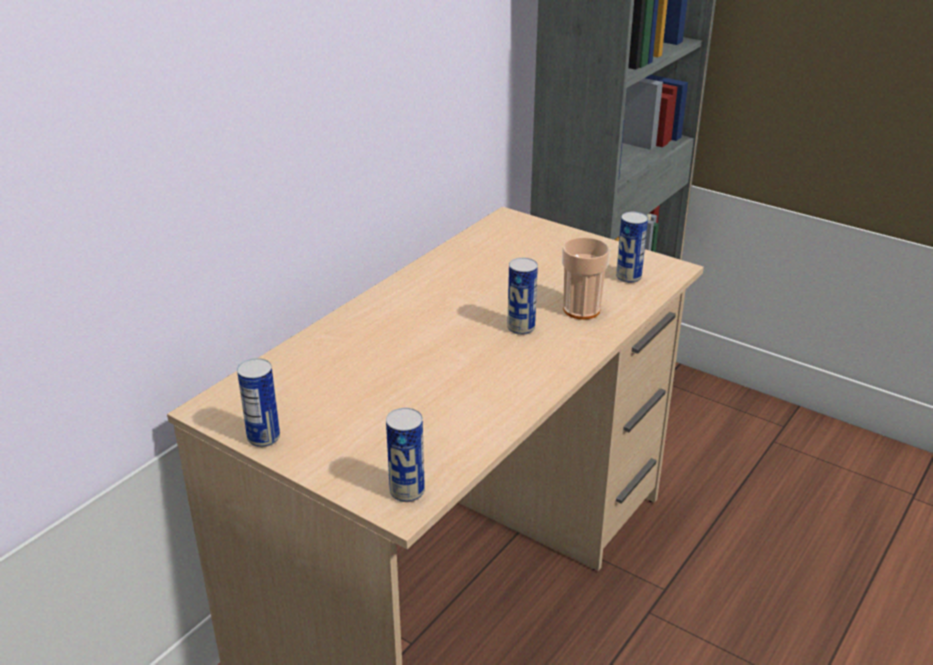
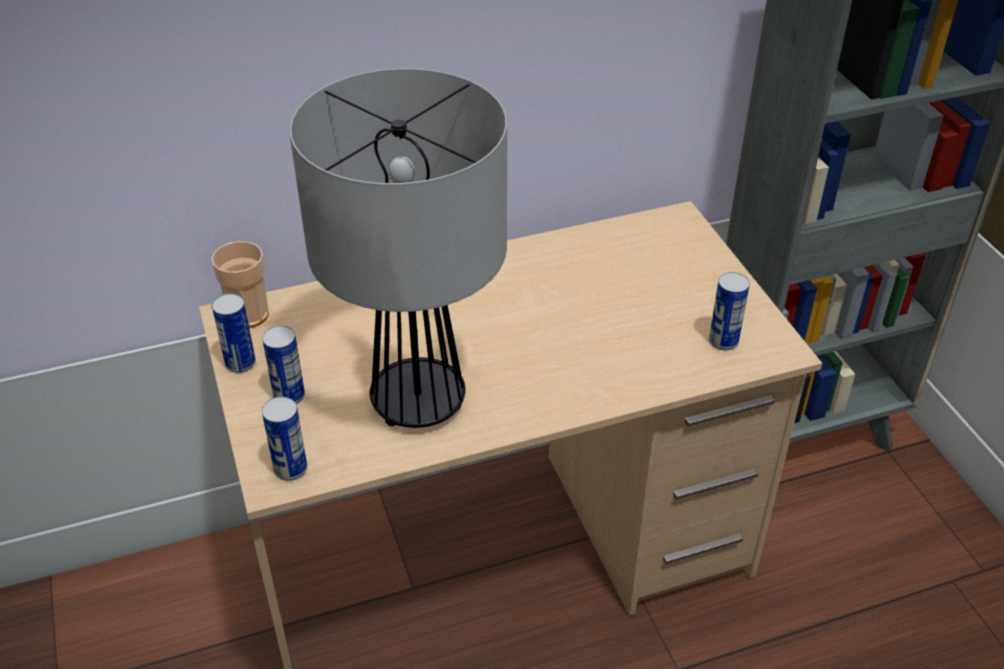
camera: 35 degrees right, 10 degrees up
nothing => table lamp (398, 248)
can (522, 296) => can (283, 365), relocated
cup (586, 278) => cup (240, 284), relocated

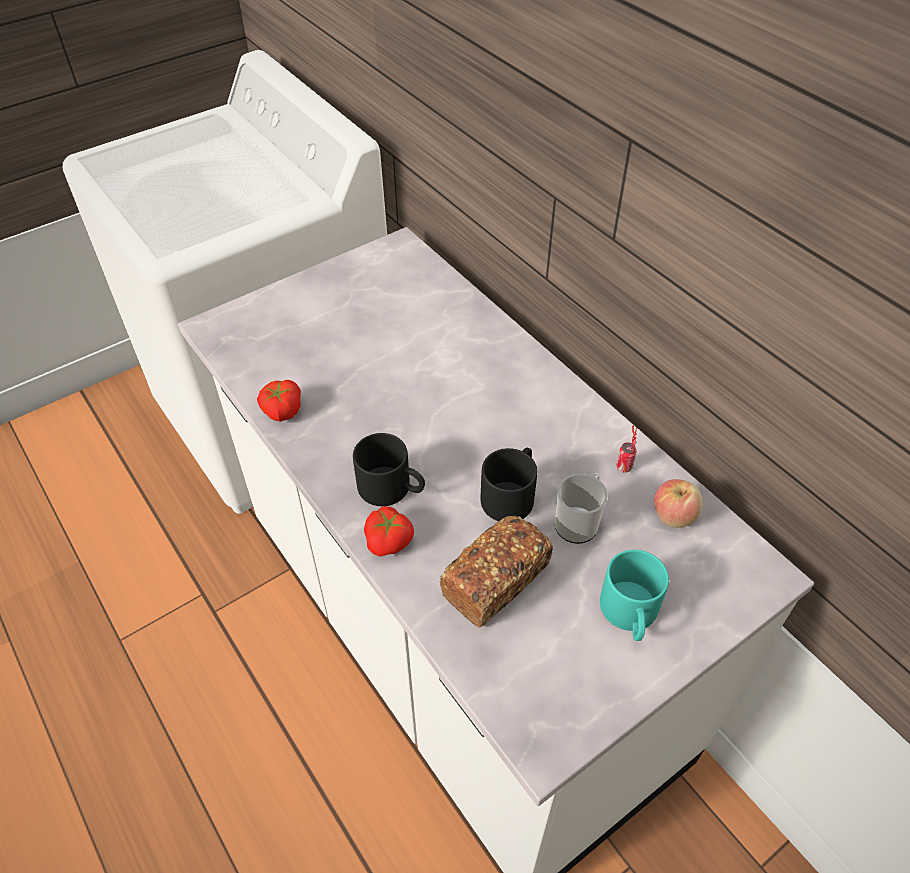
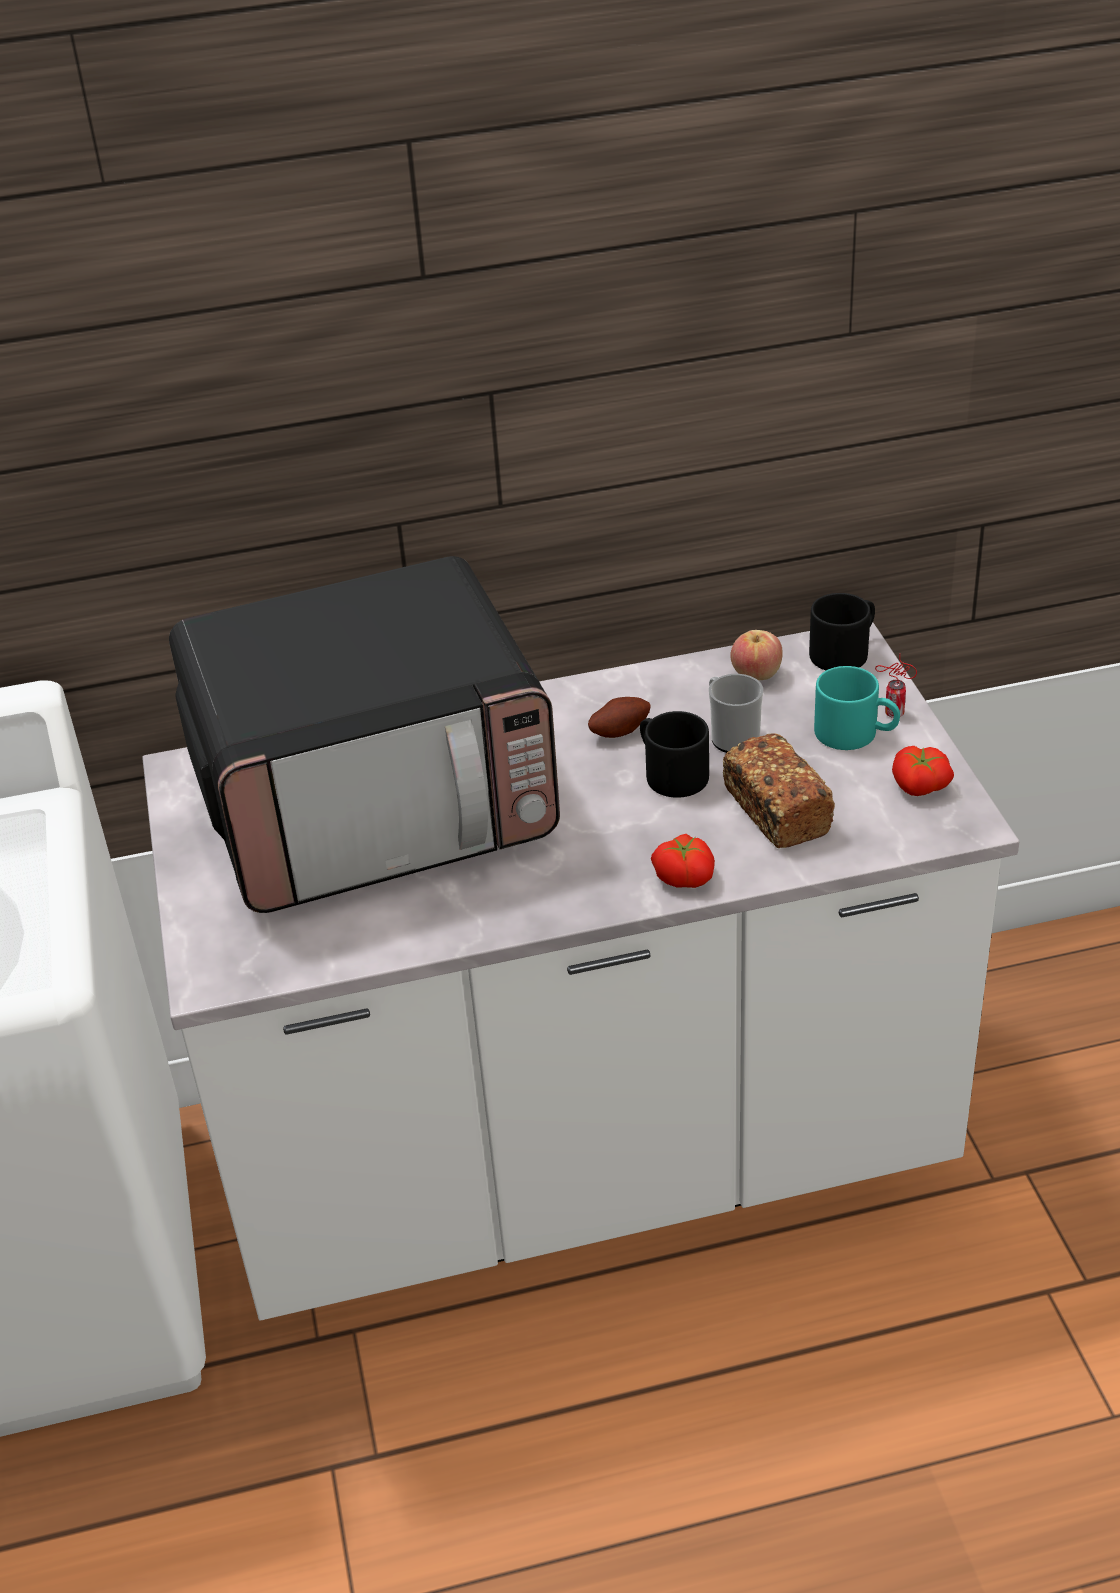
camera: 65 degrees left, 10 degrees down
nothing => microwave (364, 734)
nothing => potato (619, 717)
tomato (279, 401) => tomato (923, 771), relocated
mug/black (389, 469) => mug/black (842, 631), relocated
can (626, 449) => can (896, 685), relocated

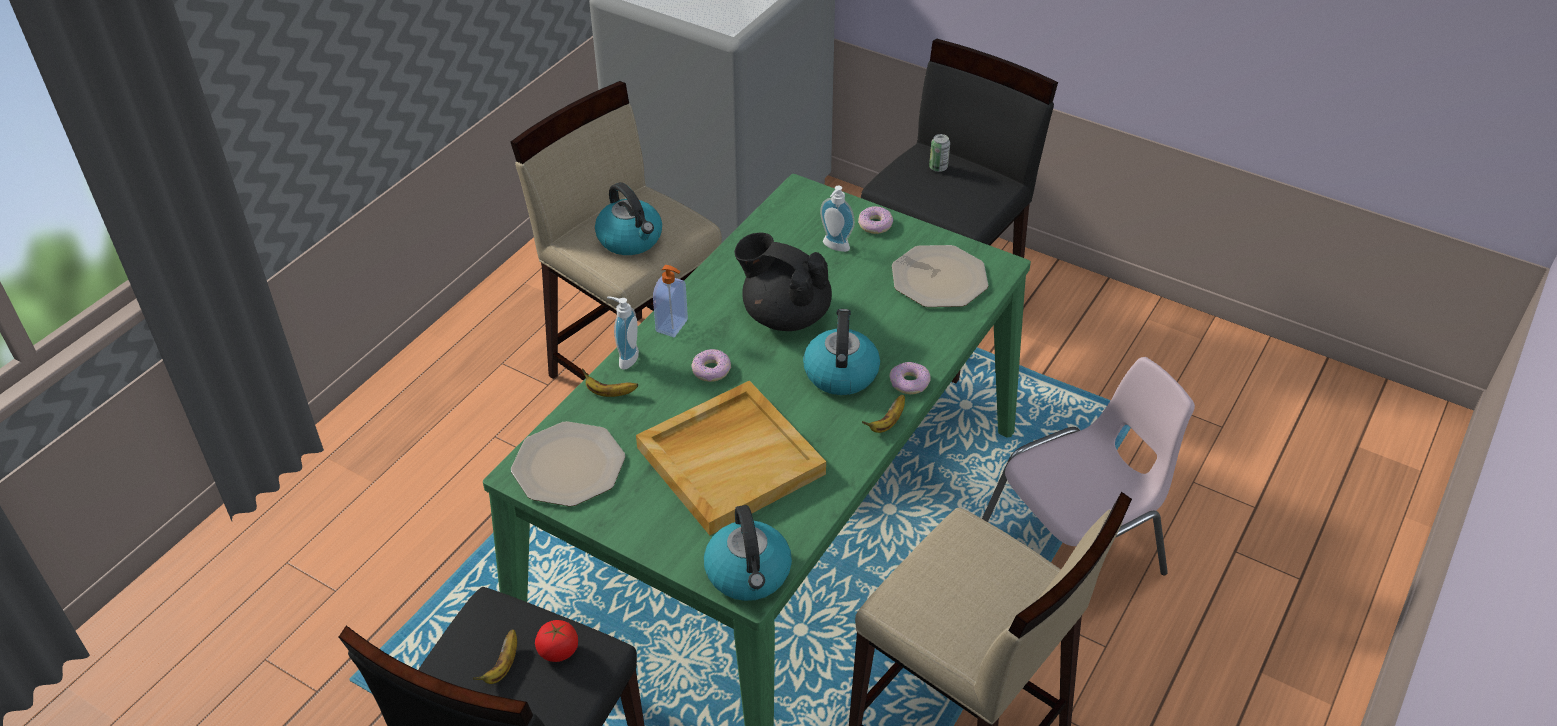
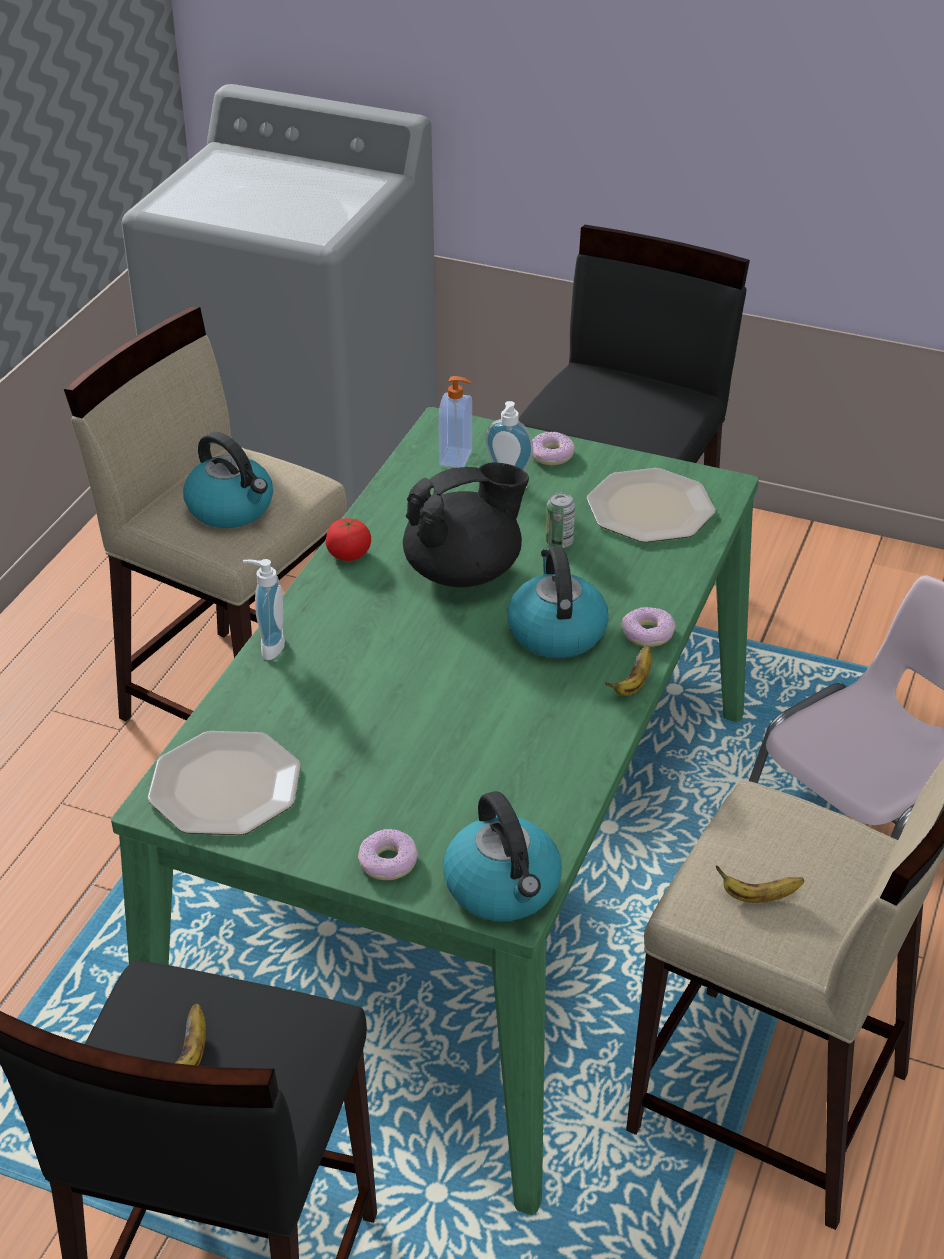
camera: 10 degrees left, 5 degrees down
tray/beige (731, 458) => nothing
tomato (556, 641) => tomato (348, 539), relocated
banana (610, 383) => banana (760, 884), relocated
soap dispenser (670, 301) => soap dispenser (455, 422), relocated
donut (711, 365) => donut (388, 854), relocated
can (939, 153) => can (560, 520), relocated
teapot/black (783, 282) => teapot/black (466, 524), 135 degrees clockwise

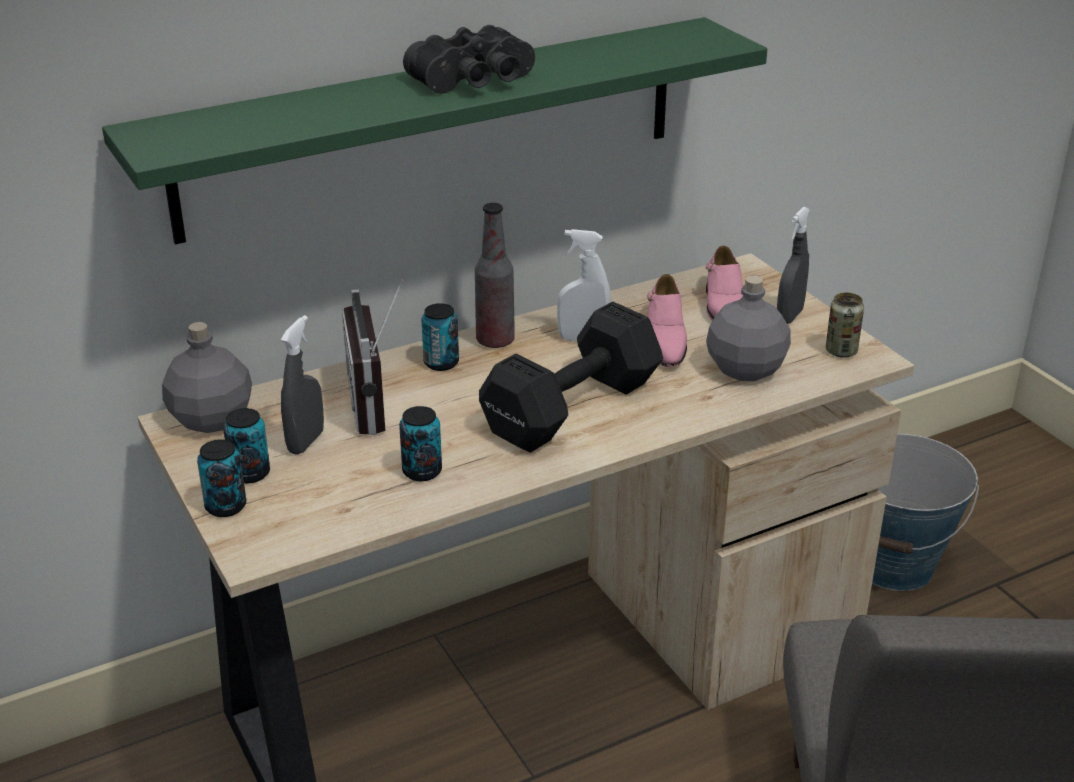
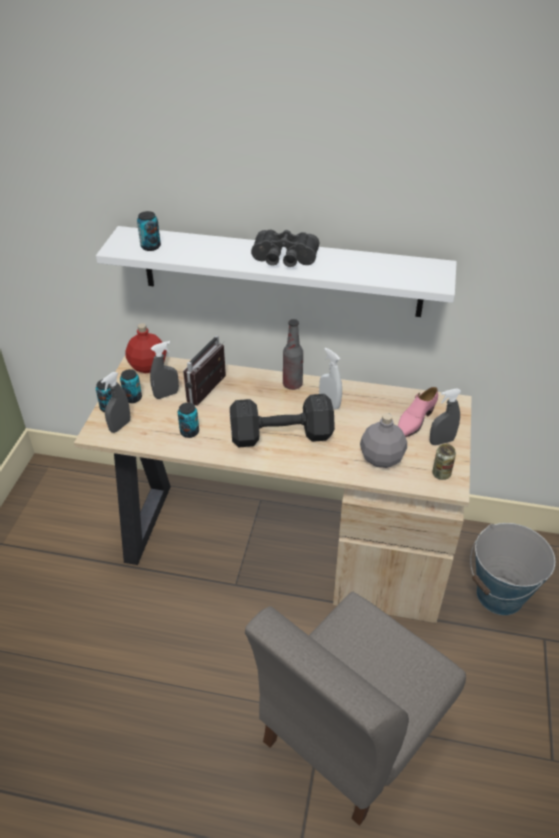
camera: 40 degrees right, 10 degrees up
shoe/pink (667, 320) => nothing
nothing => spray bottle/grey (115, 402)
can (440, 337) => can (149, 231), relocated
shelf/green (434, 130) => shelf/white (276, 271)
bottle/grey (207, 377) => bottle/red (146, 348)

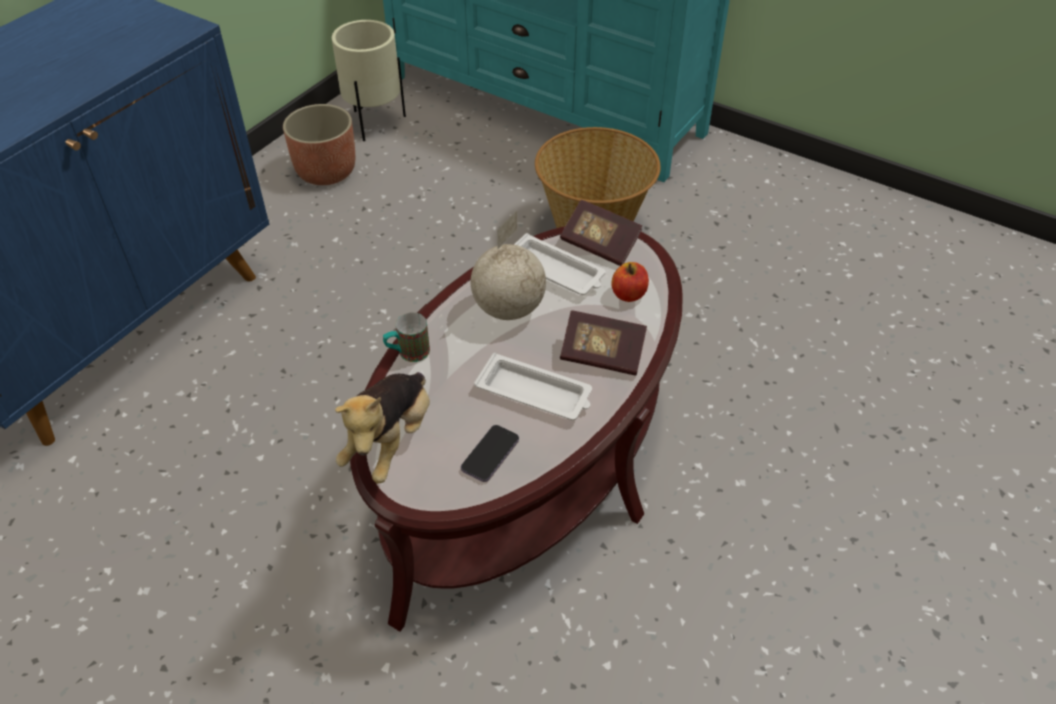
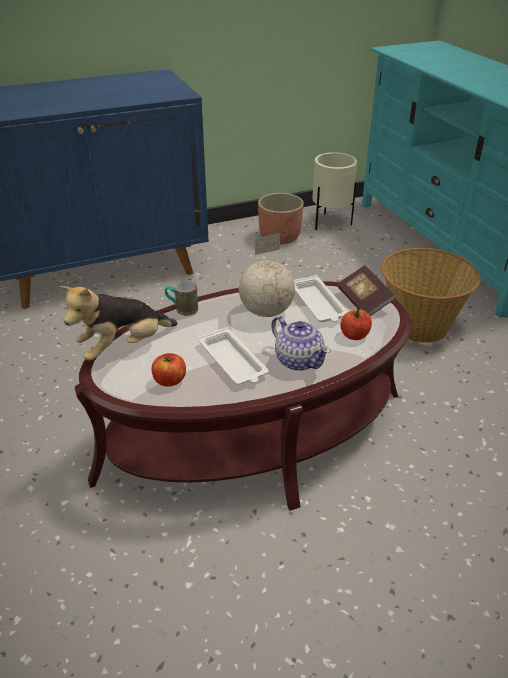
camera: 35 degrees right, 10 degrees down
phone (490, 453) => apple (169, 370)
book (603, 342) => teapot (301, 343)

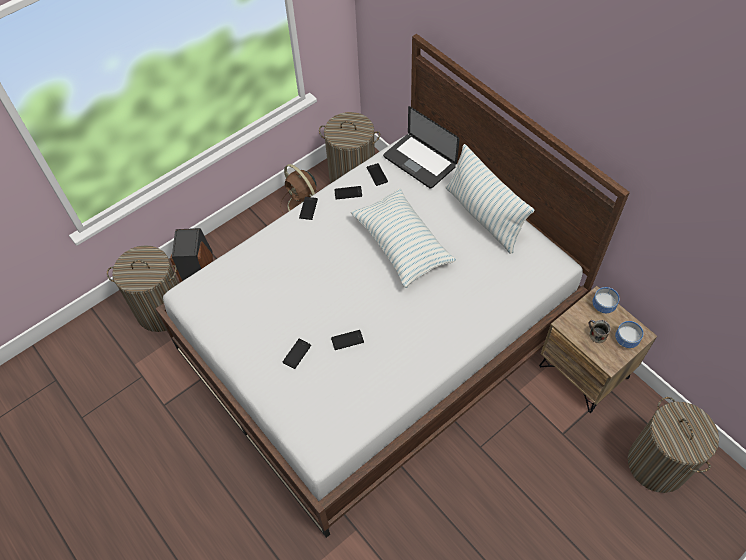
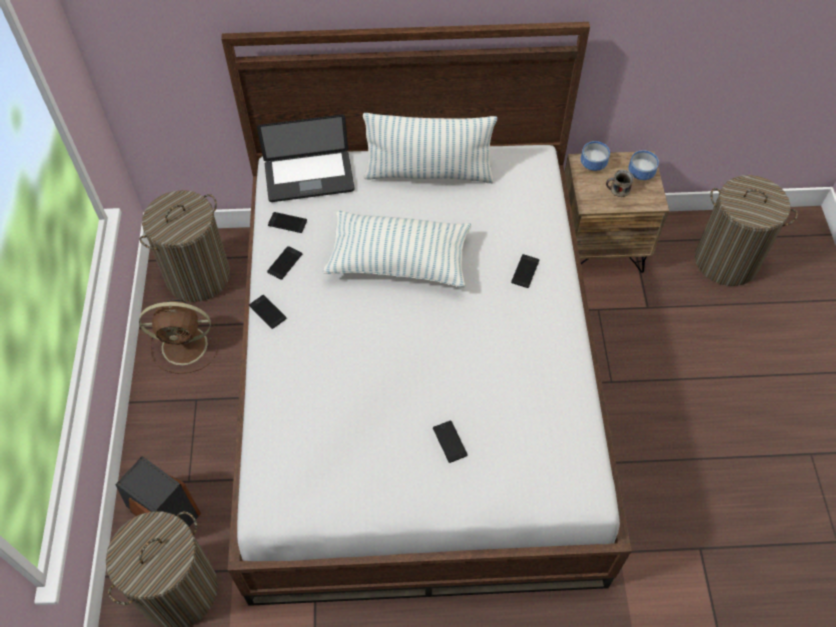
camera: 55 degrees left, 0 degrees up
phone (347, 340) => phone (525, 271), relocated

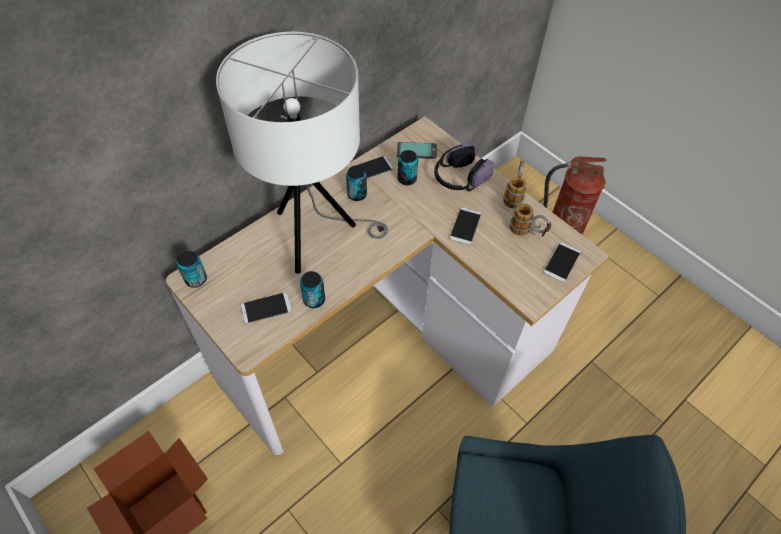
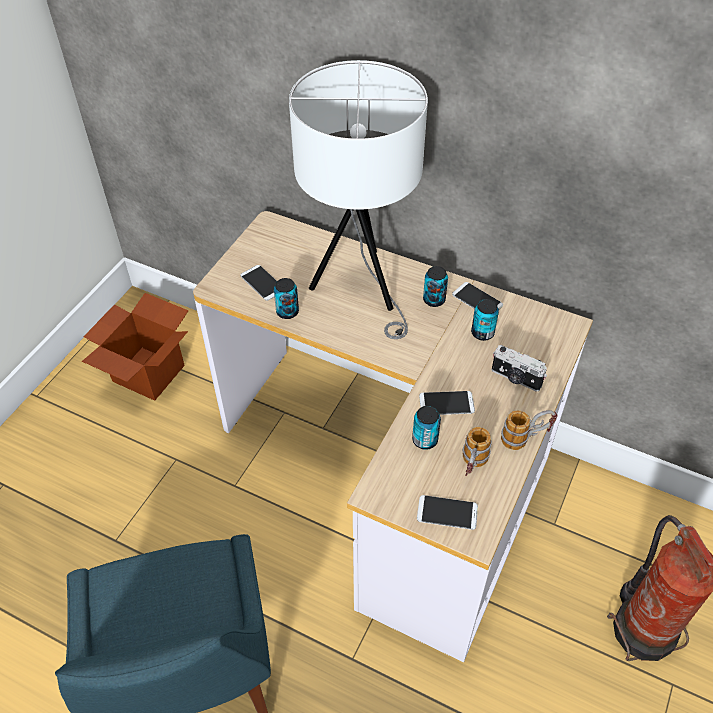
camera: 70 degrees right, 5 degrees down
phone (417, 150) => nothing
can (192, 269) => can (426, 428), relocated
headphones (464, 166) => photo camera (519, 368)

